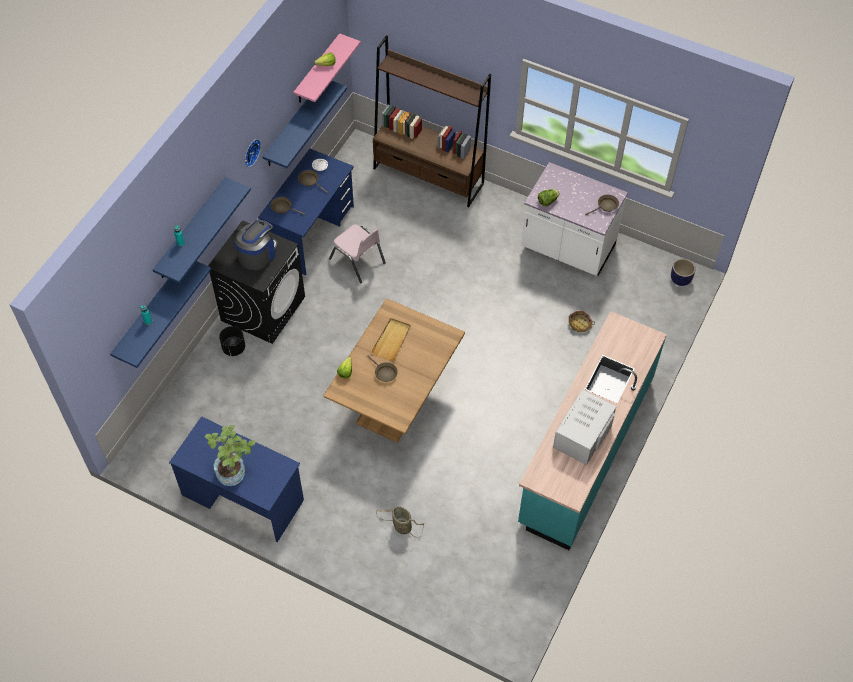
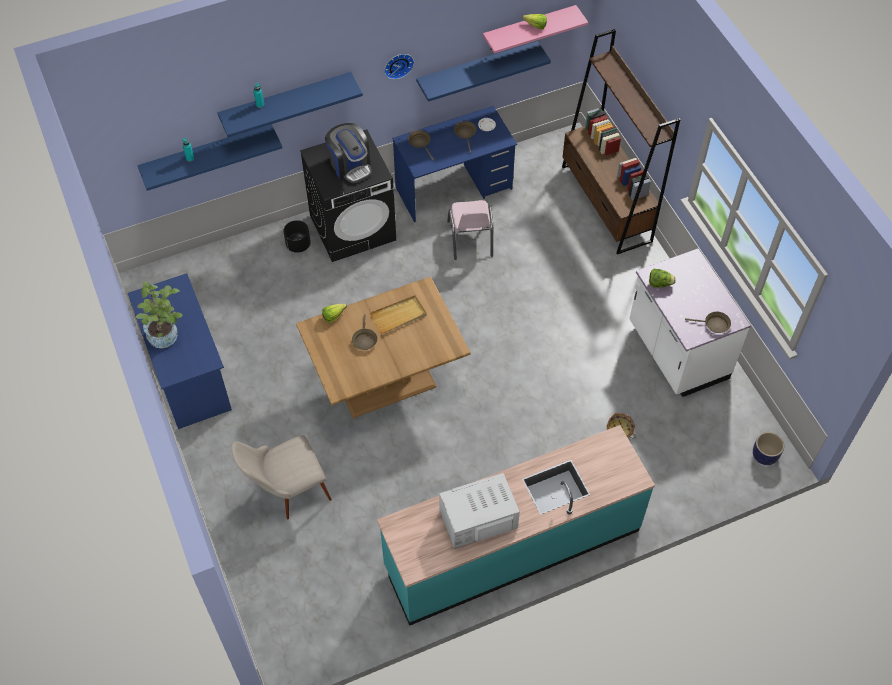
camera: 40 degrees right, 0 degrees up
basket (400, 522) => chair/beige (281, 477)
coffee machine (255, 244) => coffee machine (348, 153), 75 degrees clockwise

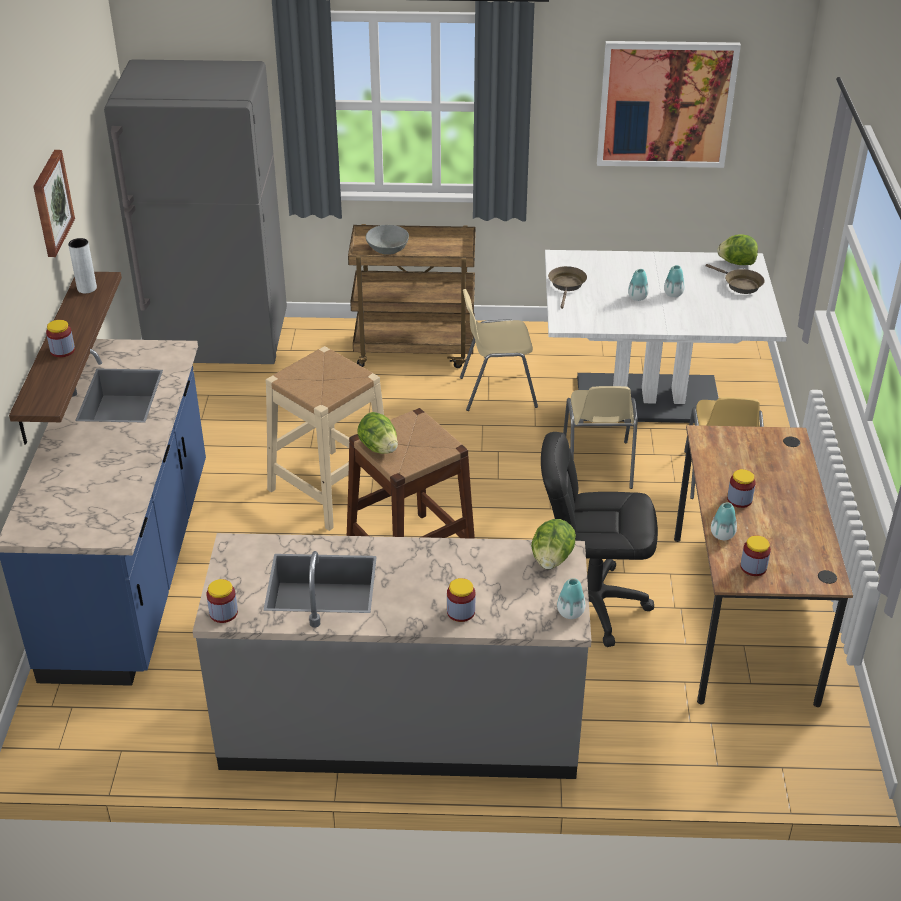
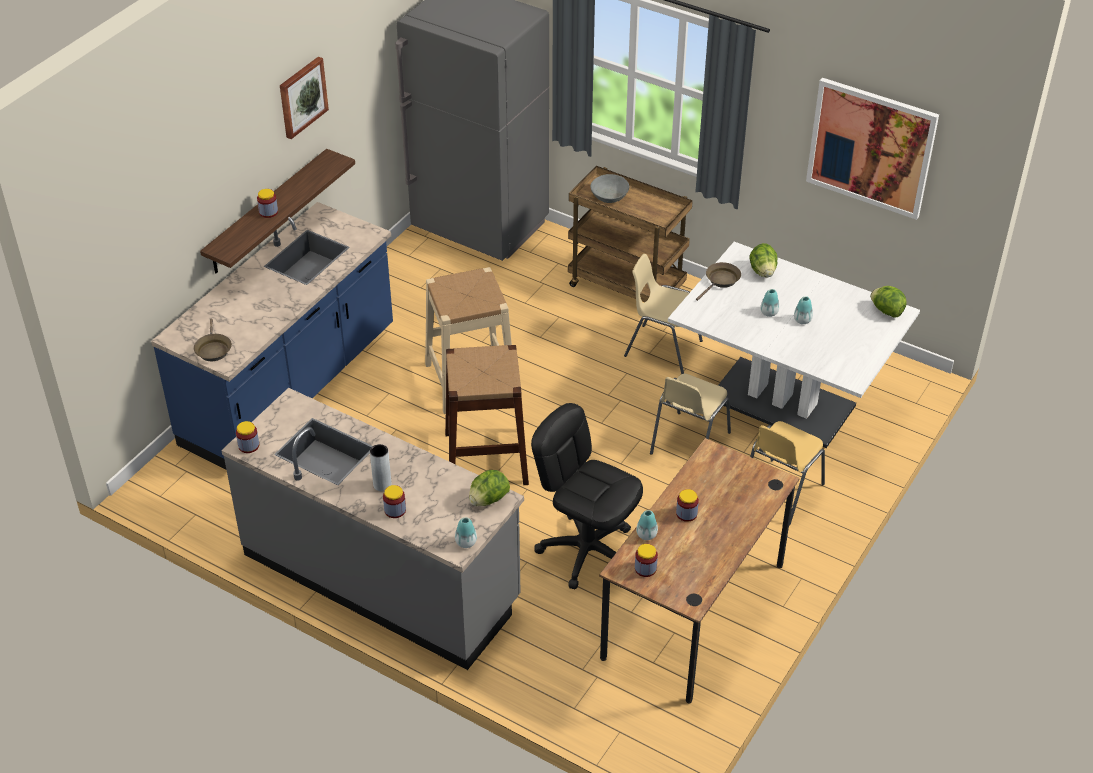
camera: 30 degrees right, 5 degrees up
vase/grey (82, 266) => vase/grey (381, 468), relocated
lettuce (377, 433) => lettuce (763, 260), relocated
frying pan/brown (735, 279) => frying pan/brown (213, 340), relocated

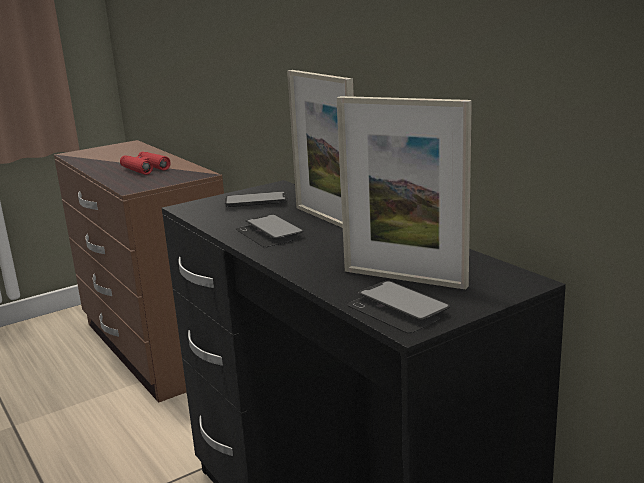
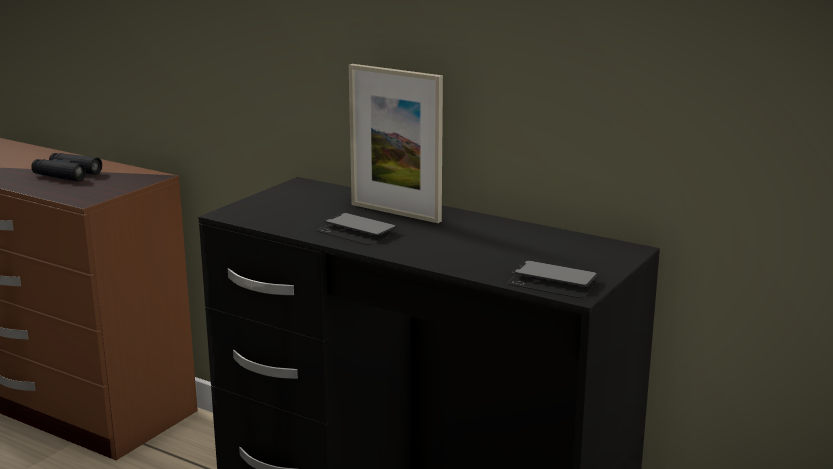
camera: 25 degrees left, 0 degrees up
phone (256, 199) => nothing
picture frame (404, 192) => nothing
binoculars/red (145, 163) => binoculars/black (66, 167)

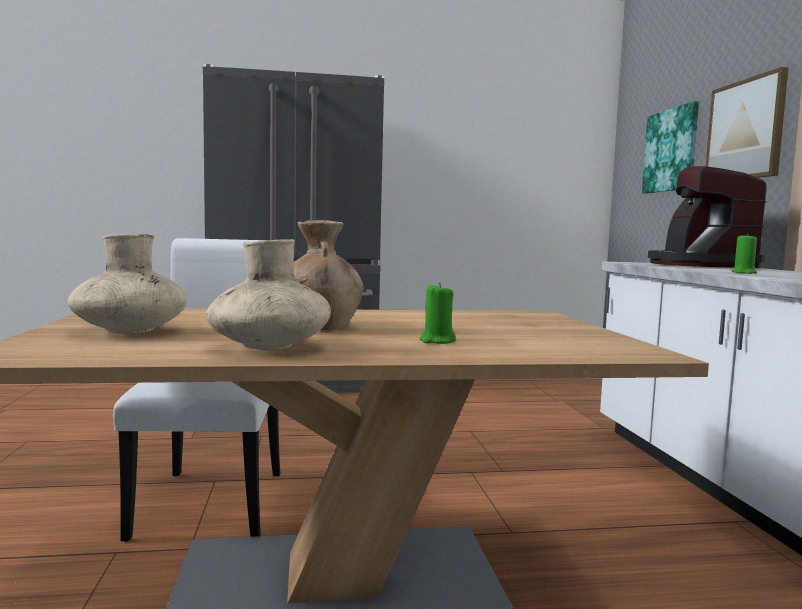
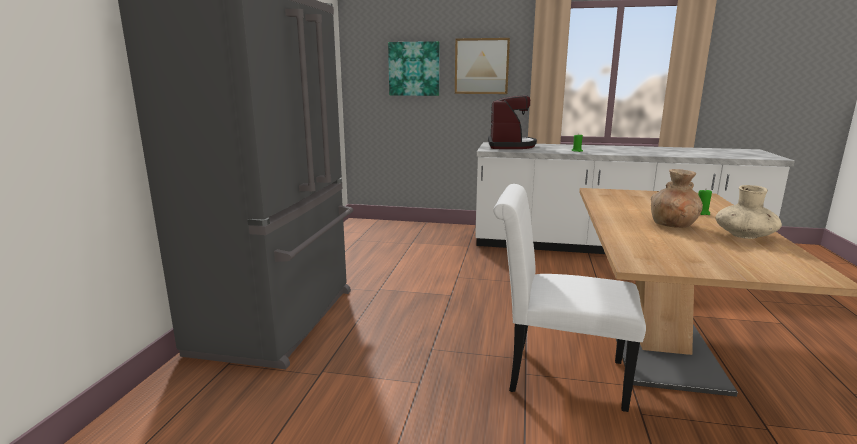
camera: 70 degrees left, 10 degrees up
vase/beige (127, 284) => nothing
coffee machine (707, 217) => coffee machine (512, 122), 105 degrees counterclockwise

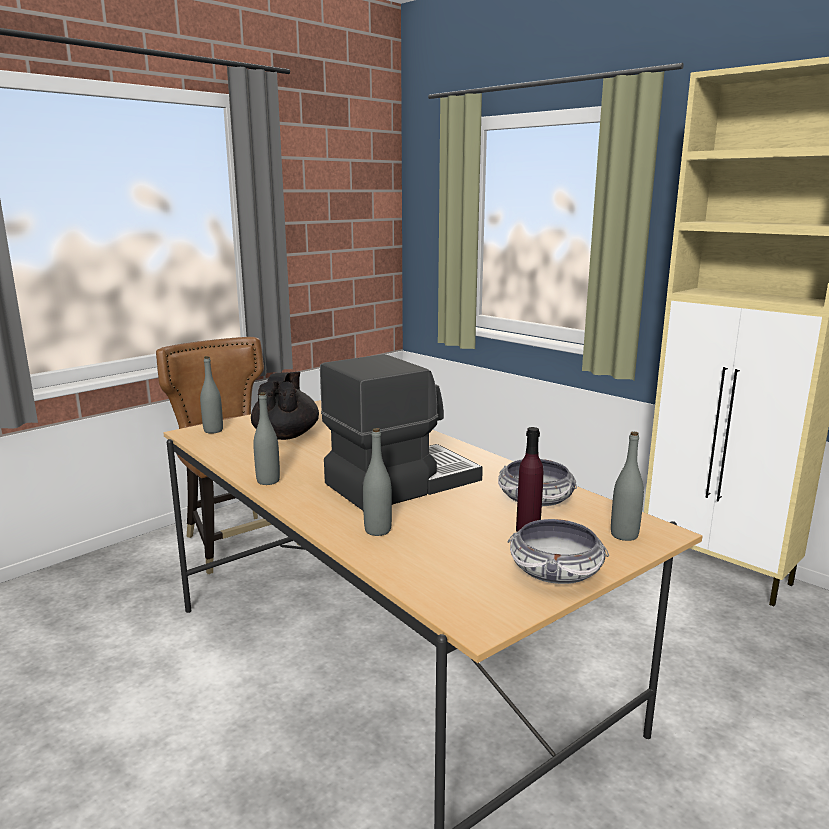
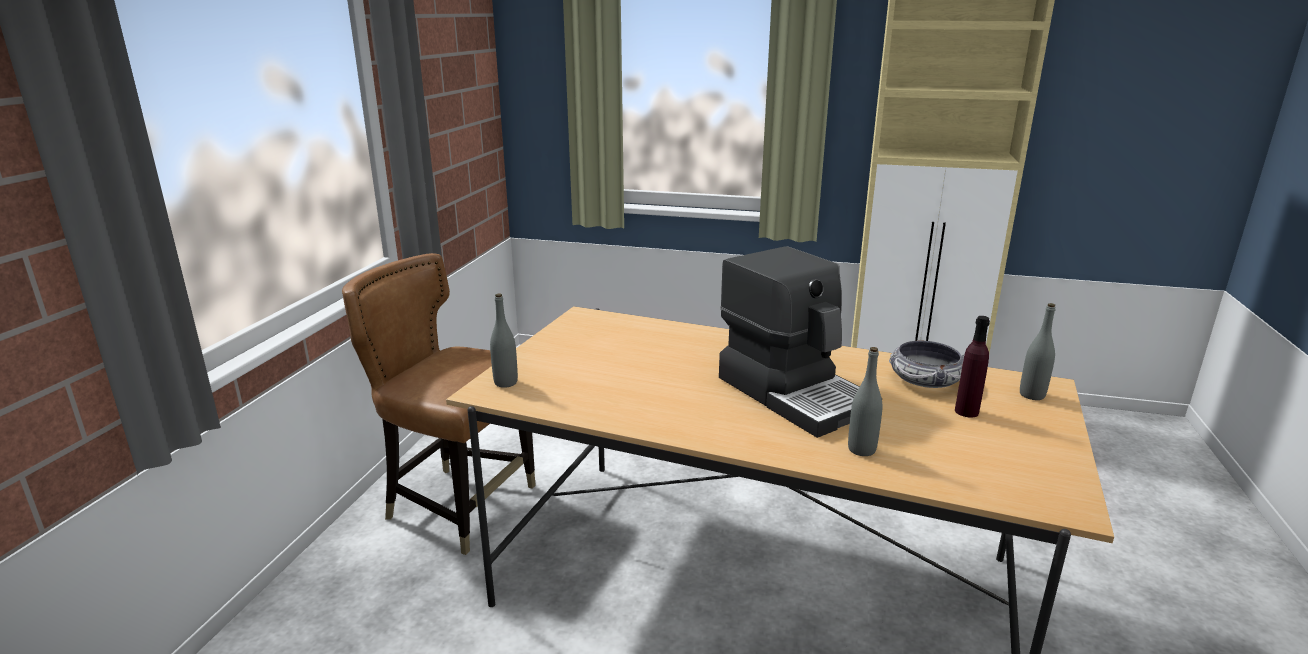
camera: 30 degrees left, 5 degrees up
teapot/black (285, 406) => nothing
bottle/grey (266, 438) => nothing
bowl (558, 551) => nothing
coffee machine (401, 432) => coffee machine (789, 342), 120 degrees clockwise

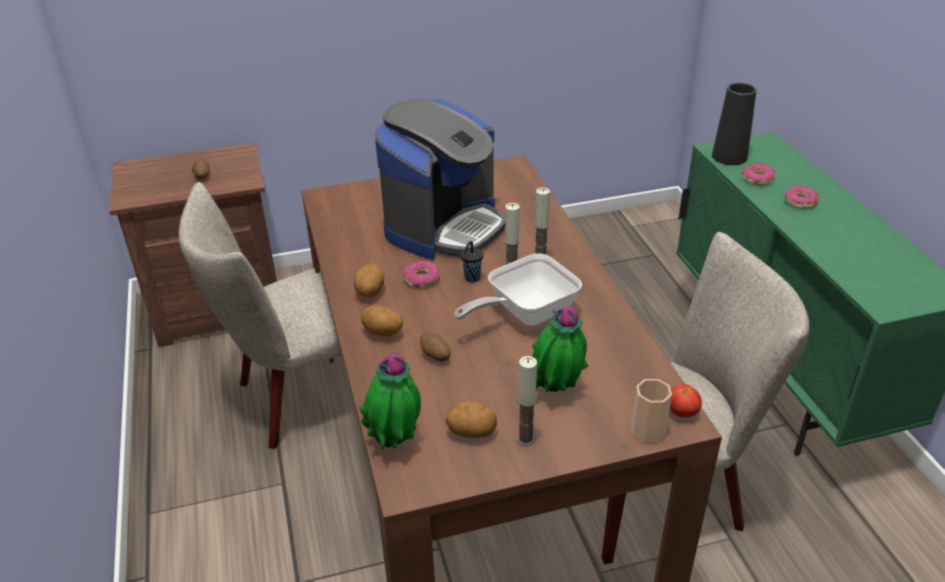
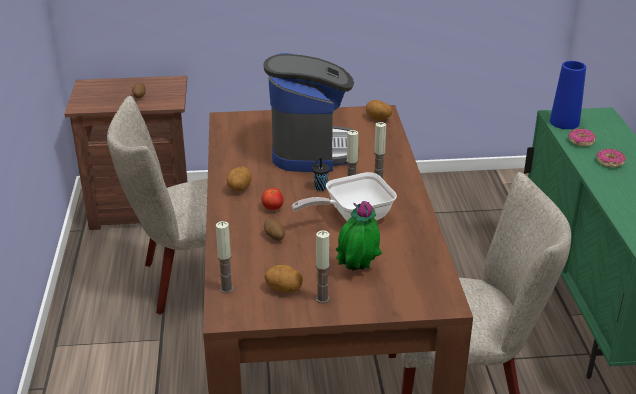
camera: 10 degrees right, 5 degrees down
donut (421, 274) => nothing
cup (651, 411) => nothing
potato (382, 320) => potato (379, 110), relocated
tomato (686, 400) => tomato (273, 199), relocated
potted plant (390, 401) => candle (224, 257)
vase/black (734, 124) => vase/blue (568, 95)
coffee machine (440, 179) => coffee machine (311, 112), 45 degrees counterclockwise

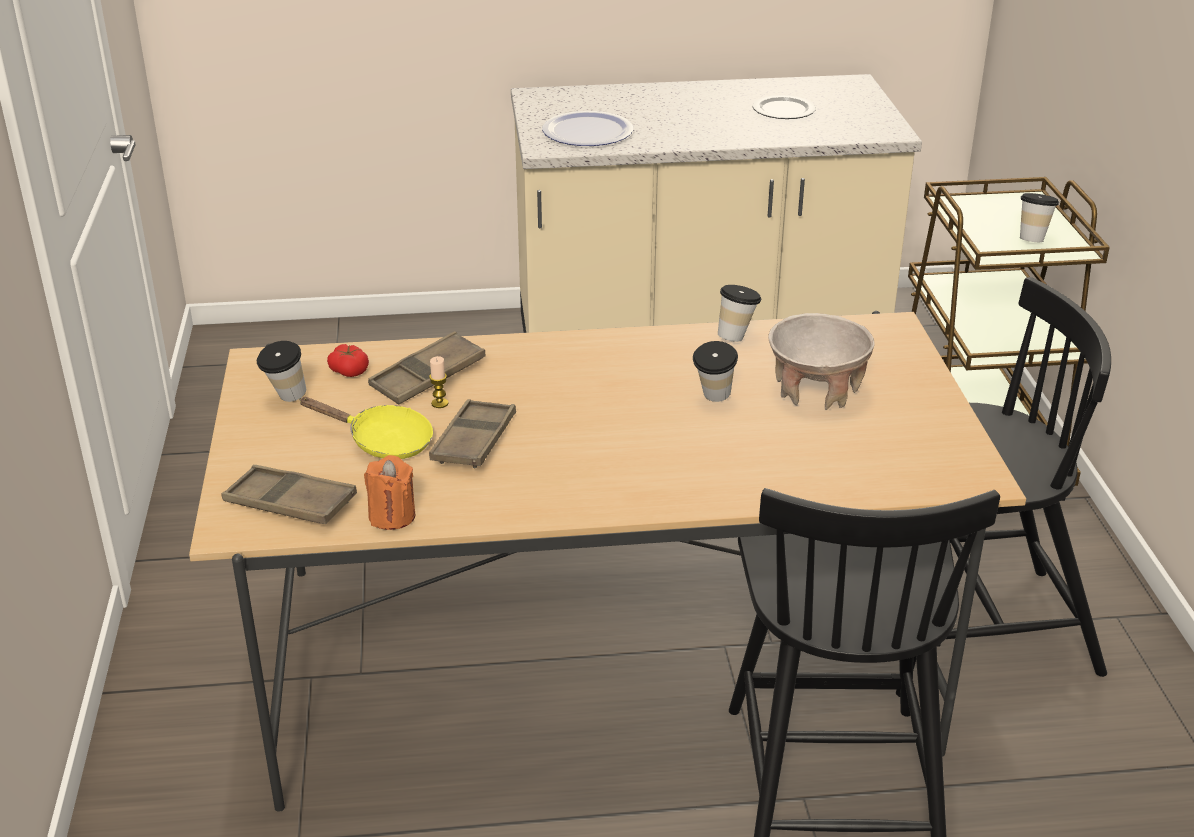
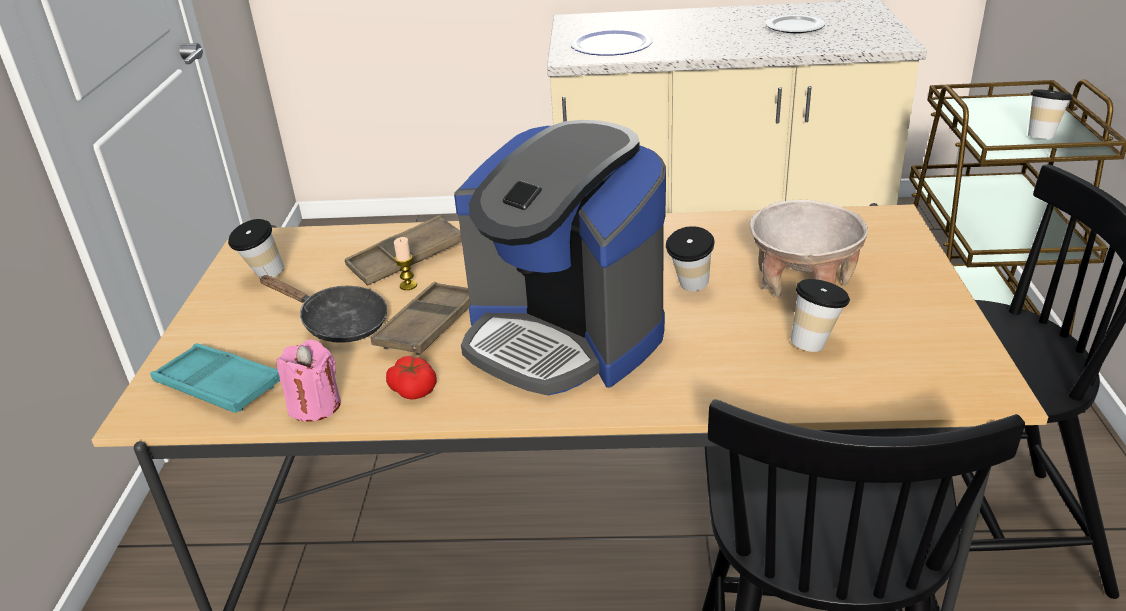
camera: 10 degrees right, 0 degrees up
nothing => coffee machine (560, 257)
tomato (348, 360) => tomato (411, 378), relocated
cup (739, 313) => cup (820, 315), relocated
tray/brown (289, 494) => tray/turquoise (215, 378)
frying pan/yellow (366, 428) => frying pan/black (323, 309)
candle/orange (389, 492) => candle/pink (309, 381)

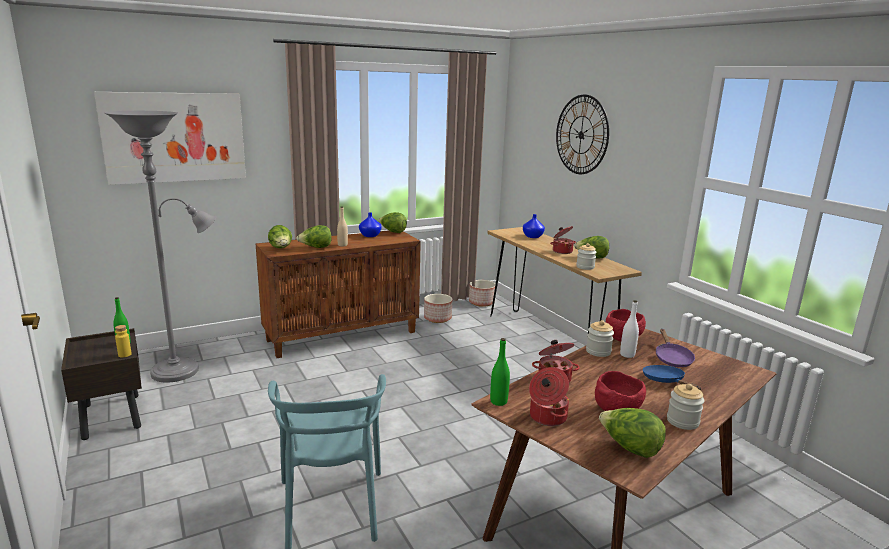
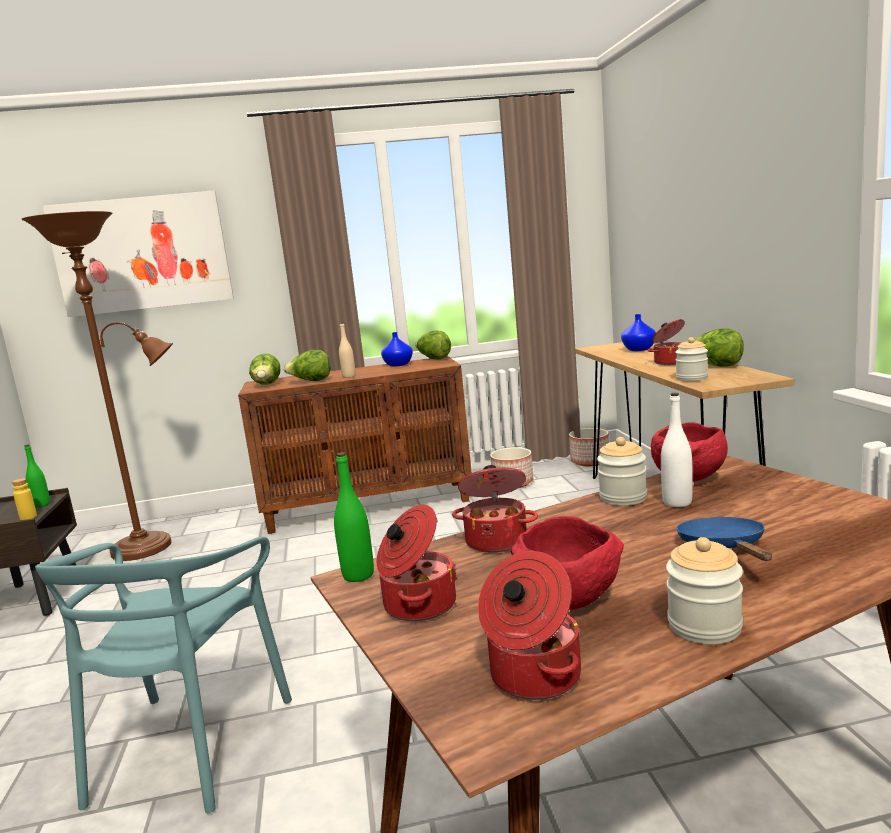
camera: 20 degrees right, 5 degrees down
wall clock (582, 134) => nothing
frying pan/purple (675, 348) => nothing
lettuce (632, 433) => cooking pot (529, 625)
floor lamp/grey (160, 247) => floor lamp/brown (97, 386)

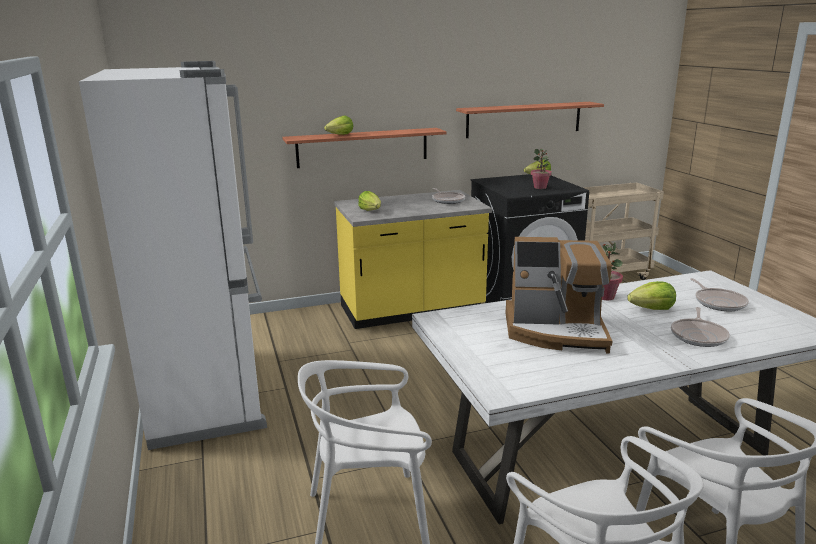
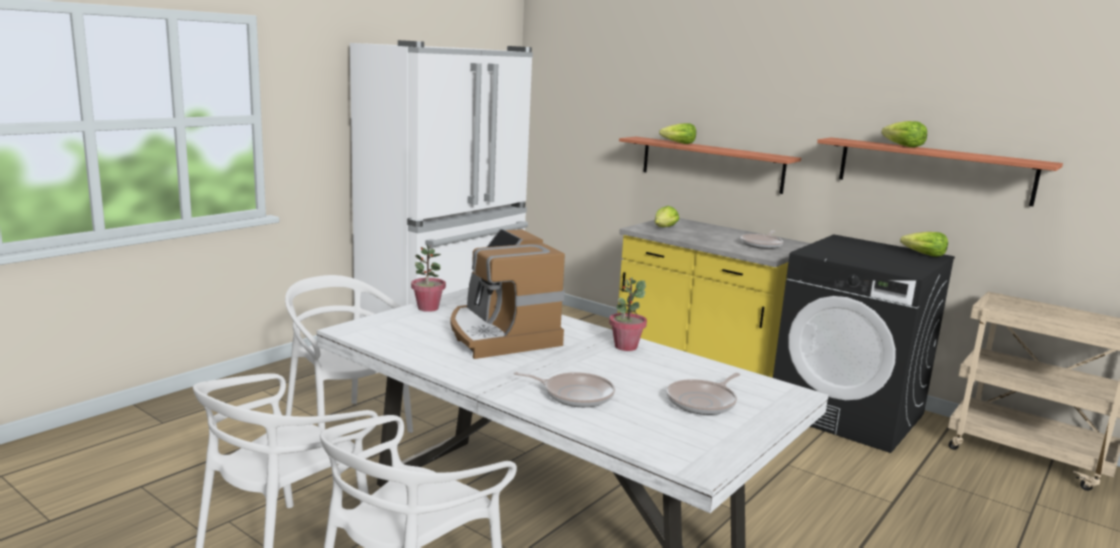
camera: 55 degrees right, 5 degrees down
potted plant (541, 169) => potted plant (428, 278), relocated
lettuce (651, 295) => lettuce (904, 134), relocated
frying pan (700, 327) => frying pan (564, 389), 150 degrees counterclockwise

